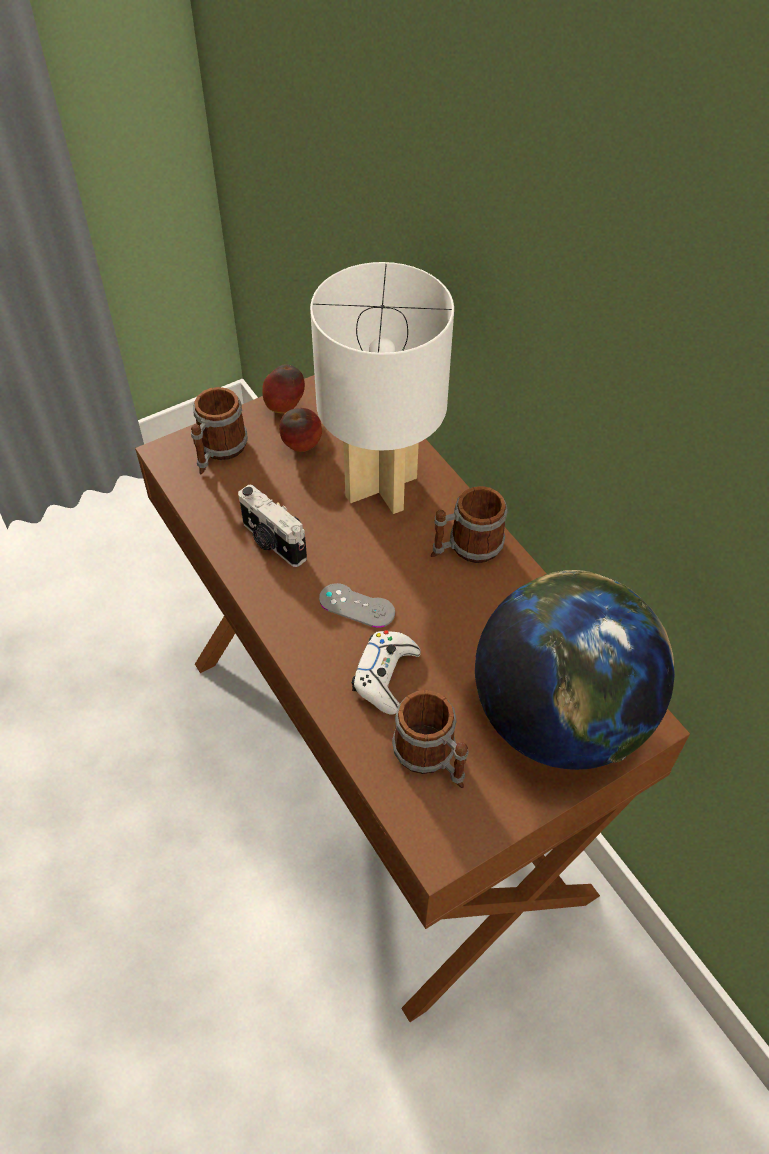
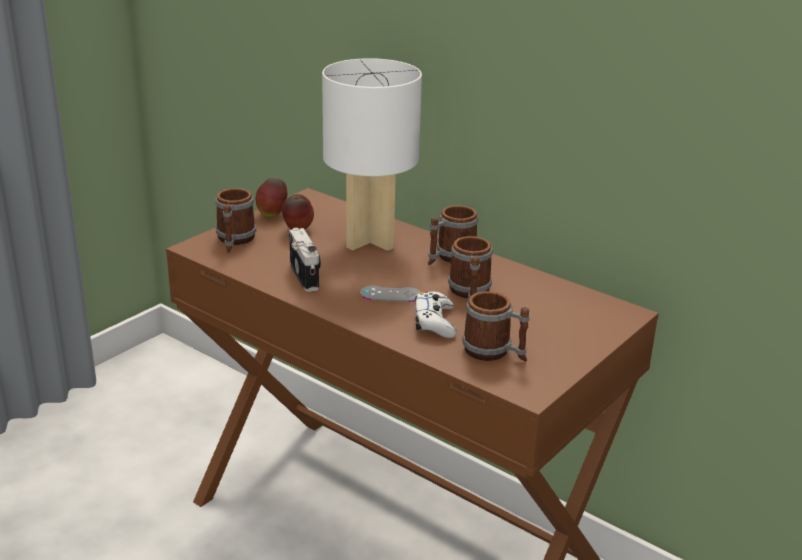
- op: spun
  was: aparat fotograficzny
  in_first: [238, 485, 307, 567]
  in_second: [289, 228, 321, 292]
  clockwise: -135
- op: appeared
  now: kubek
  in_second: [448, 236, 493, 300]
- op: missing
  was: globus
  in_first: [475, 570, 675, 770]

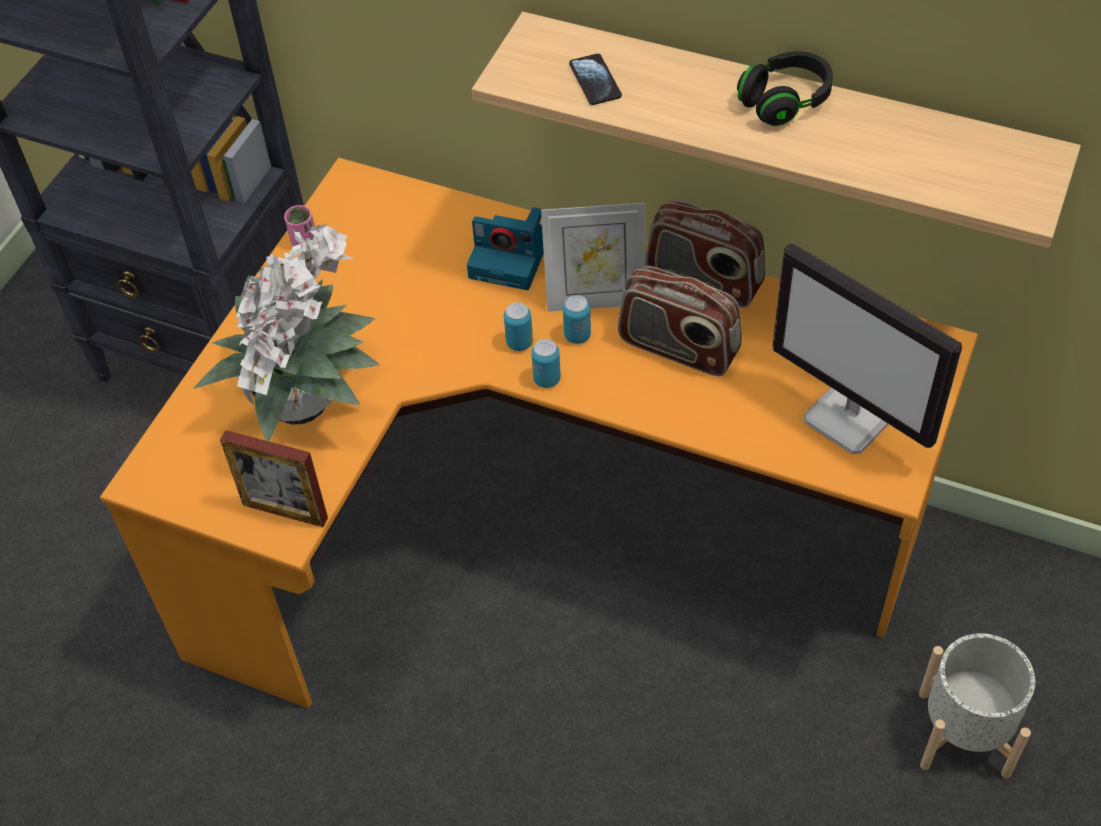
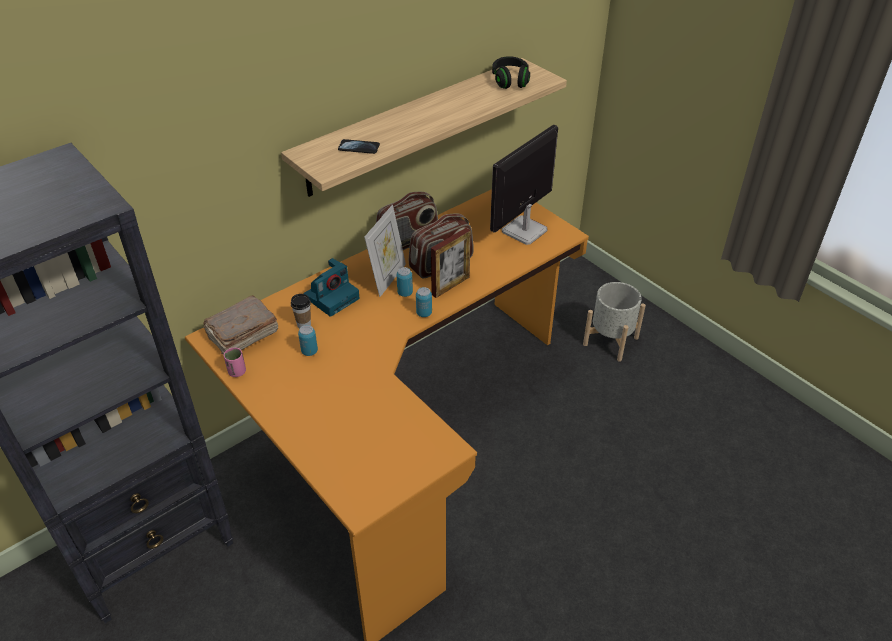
- op: appeared
  now: książka/brązowy
  in_second: [203, 295, 278, 355]
- op: appeared
  now: filiżanka
  in_second: [291, 294, 311, 329]
- op: relocated
  was: puszka
  in_first: [504, 302, 533, 351]
  in_second: [298, 325, 318, 356]
- op: relocated
  was: ramka na zdjęcie
  in_first: [220, 430, 328, 527]
  in_second: [431, 228, 471, 298]
- op: spun
  was: monitor
  in_first: [772, 243, 962, 454]
  in_second: [490, 125, 558, 245]
  clockwise: 150
- op: relocated
  was: słuchawki/czarny
  in_first: [737, 51, 833, 126]
  in_second: [492, 56, 530, 89]
- op: missing
  was: roślina doniczkowa
  in_first: [193, 224, 380, 441]

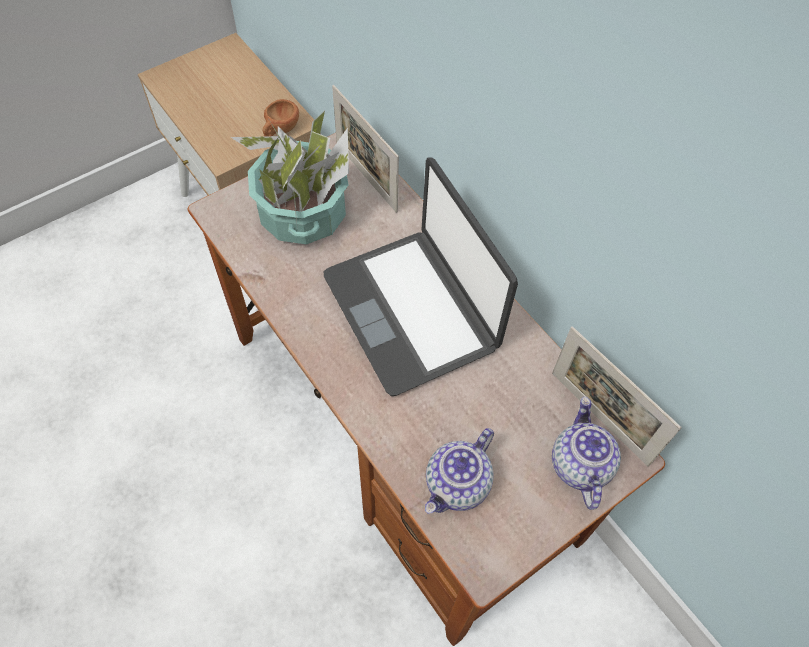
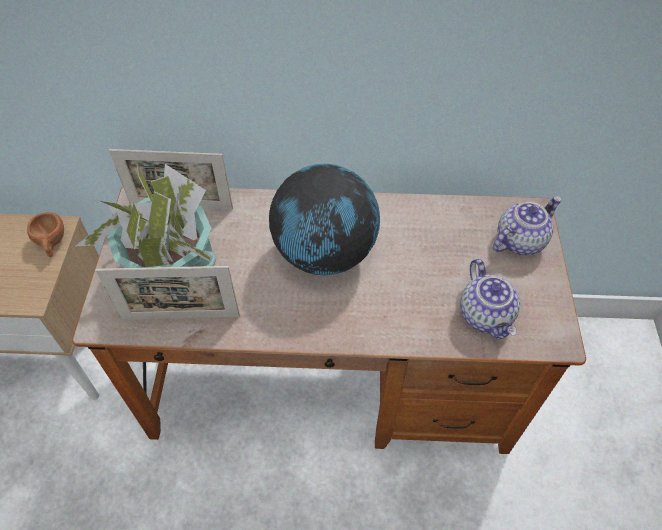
- op: relocated
  was: ramka na zdjęcie
  in_first: [552, 326, 682, 467]
  in_second: [95, 266, 240, 320]
- op: exchanged
  was: laptop
  now: globus
  in_first: [324, 157, 518, 396]
  in_second: [269, 164, 380, 275]
- op: spun
  was: imbryk
  in_first: [552, 397, 621, 510]
  in_second: [493, 196, 562, 255]
  clockwise: 105

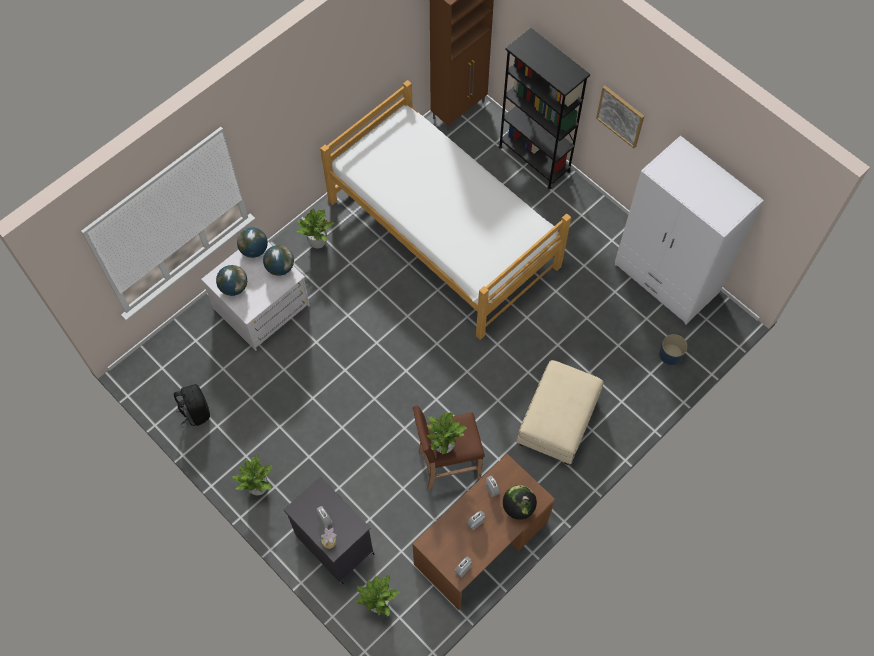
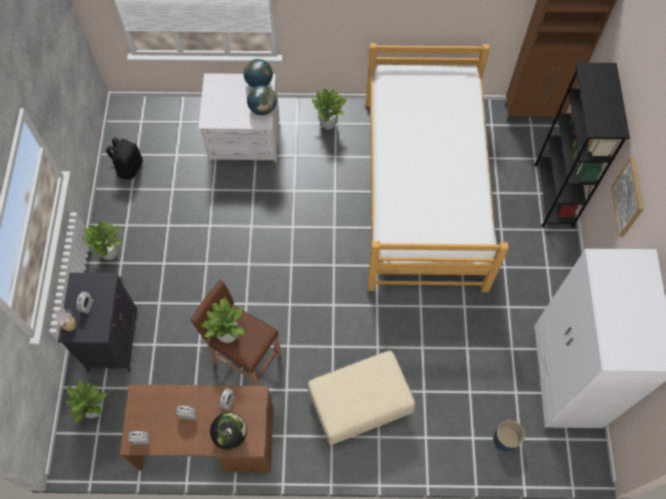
- op: missing
  was: globus
  in_first: [216, 265, 247, 296]

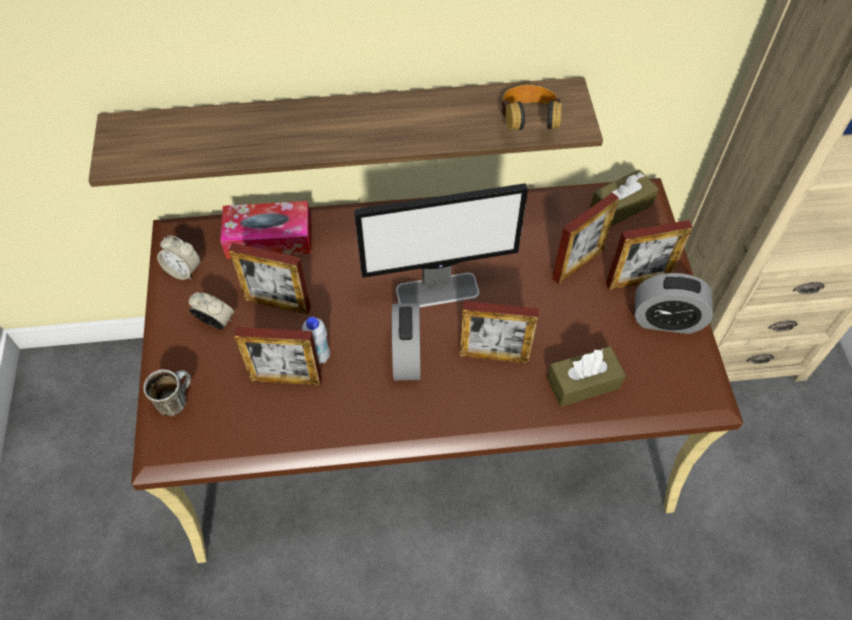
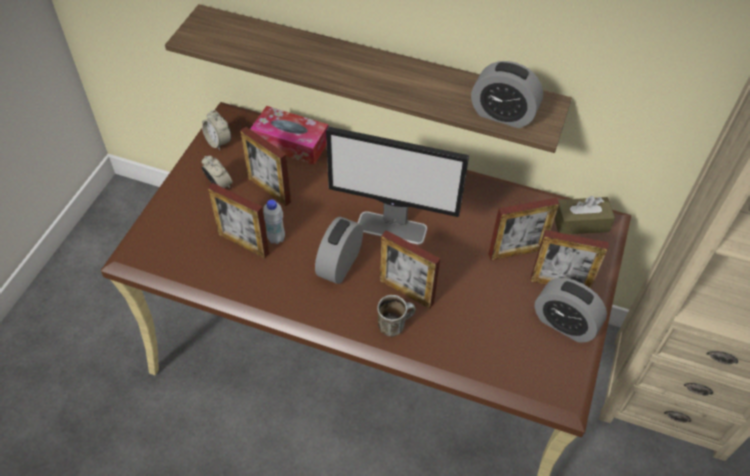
- op: relocated
  was: kubek
  in_first: [143, 369, 191, 416]
  in_second: [377, 295, 416, 336]
- op: exchanged
  was: słuchawki
  now: budzik
  in_first: [501, 85, 562, 130]
  in_second: [471, 61, 543, 128]
- op: missing
  was: pudełko chusteczek/brązowy
  in_first: [547, 346, 626, 407]

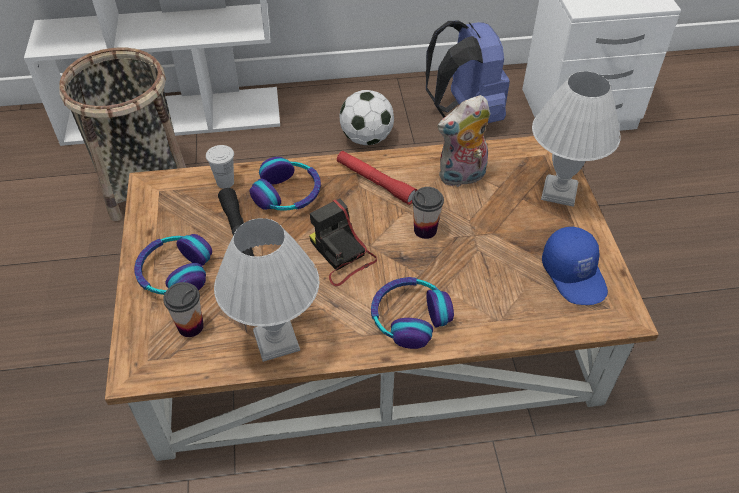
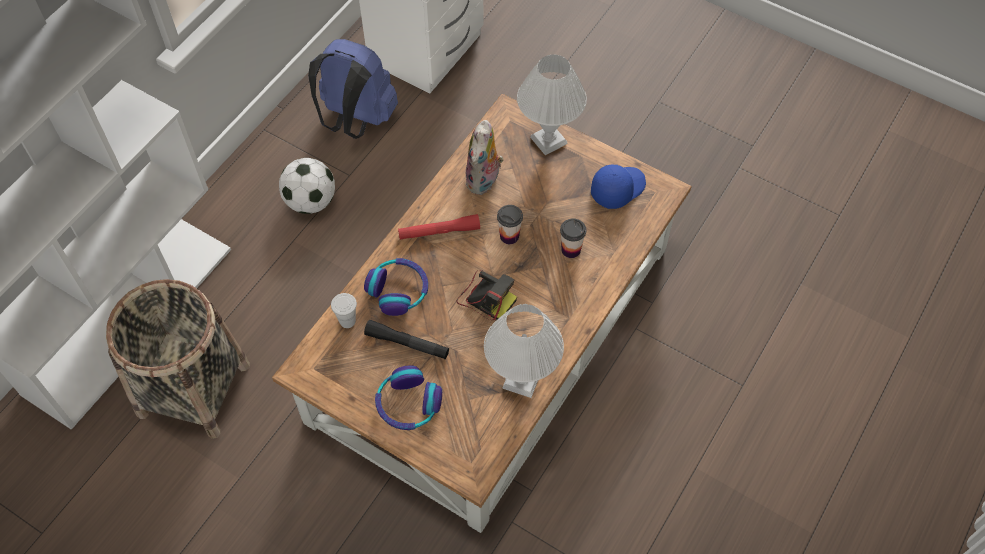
- op: spun
  was: aparat fotograficzny
  in_first: [309, 198, 377, 286]
  in_second: [457, 270, 517, 320]
  clockwise: -150
- op: relocated
  was: filiżanka
  in_first: [163, 282, 204, 337]
  in_second: [560, 218, 586, 258]
- op: spun
  was: czapka z daszkiem/niebieski
  in_first: [542, 226, 608, 305]
  in_second: [591, 164, 646, 209]
  clockwise: -60
- op: missing
  was: słuchawki
  in_first: [371, 277, 454, 349]

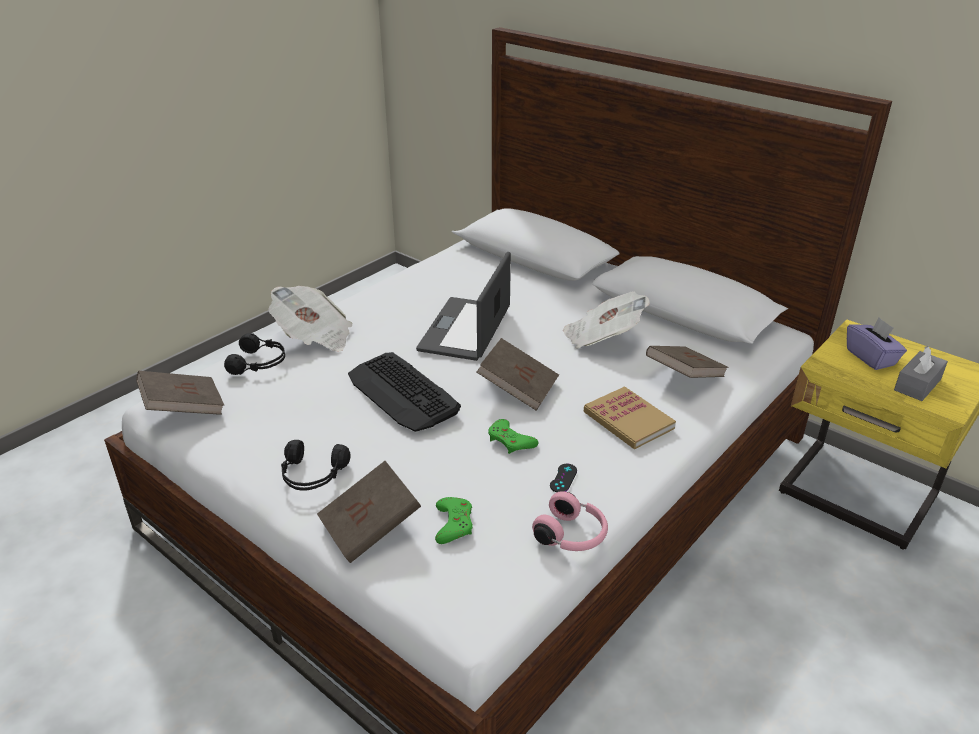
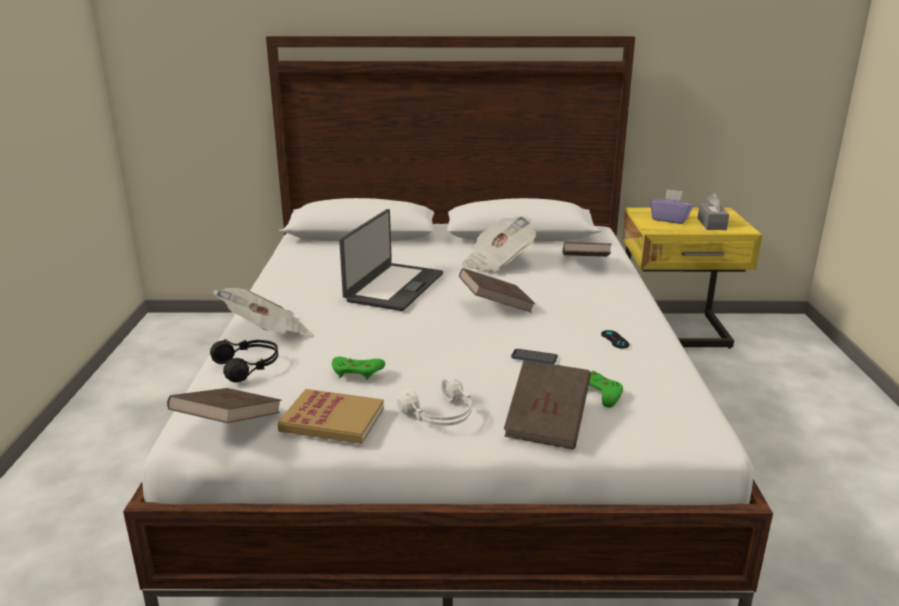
- op: relocated
  was: książka
  in_first: [584, 386, 676, 450]
  in_second: [278, 389, 384, 444]
- op: relocated
  was: pad do gier/zielony
  in_first: [488, 419, 539, 454]
  in_second: [332, 357, 385, 380]
- op: spun
  was: laptop
  in_first: [416, 252, 511, 361]
  in_second: [339, 209, 443, 311]
  clockwise: -135
- op: colour
  was: słuchawki/czarny
  now: słuchawki/biały
  in_first: [281, 440, 351, 491]
  in_second: [397, 377, 472, 426]
- op: appeared
  now: telefon
  in_second: [511, 349, 558, 364]
- op: missing
  was: klawiatura
  in_first: [348, 352, 461, 432]
- op: missing
  was: słuchawki/różowy
  in_first: [532, 491, 608, 551]

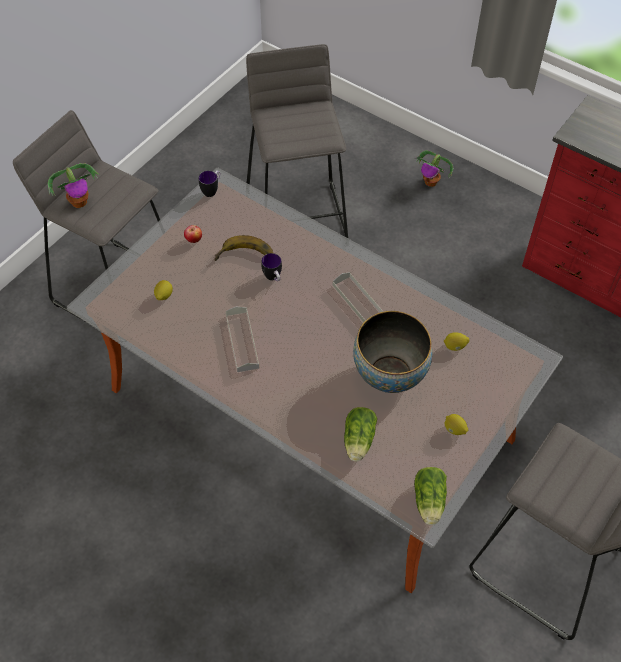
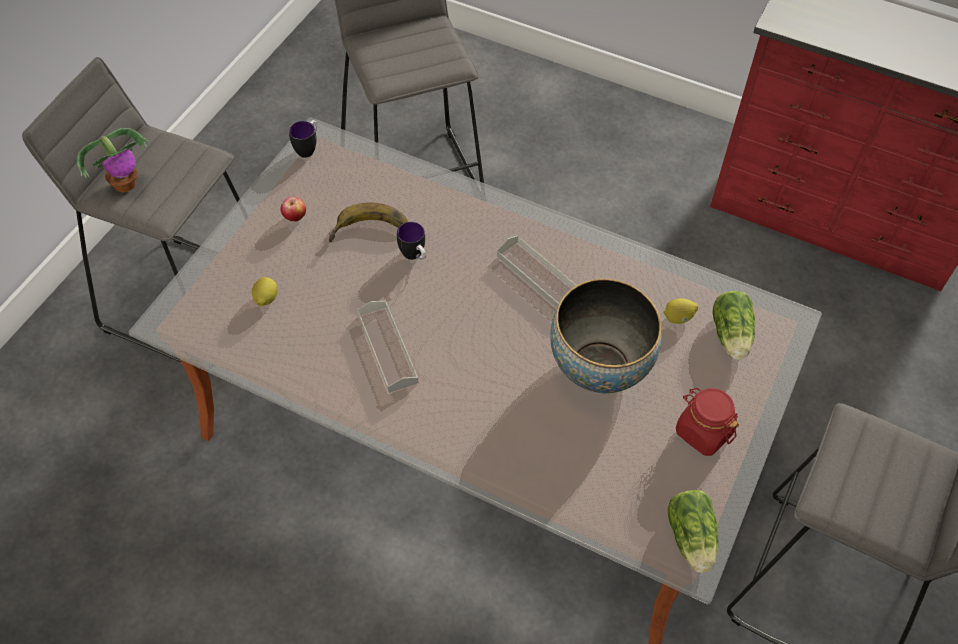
- op: exchanged
  was: cytryna
  now: słoik/czerwony
  in_first: [445, 414, 468, 435]
  in_second: [676, 388, 739, 456]
- op: relocated
  was: sałata
  in_first: [344, 407, 377, 461]
  in_second: [713, 291, 755, 360]
- op: missing
  was: roślina doniczkowa
  in_first: [414, 150, 453, 187]

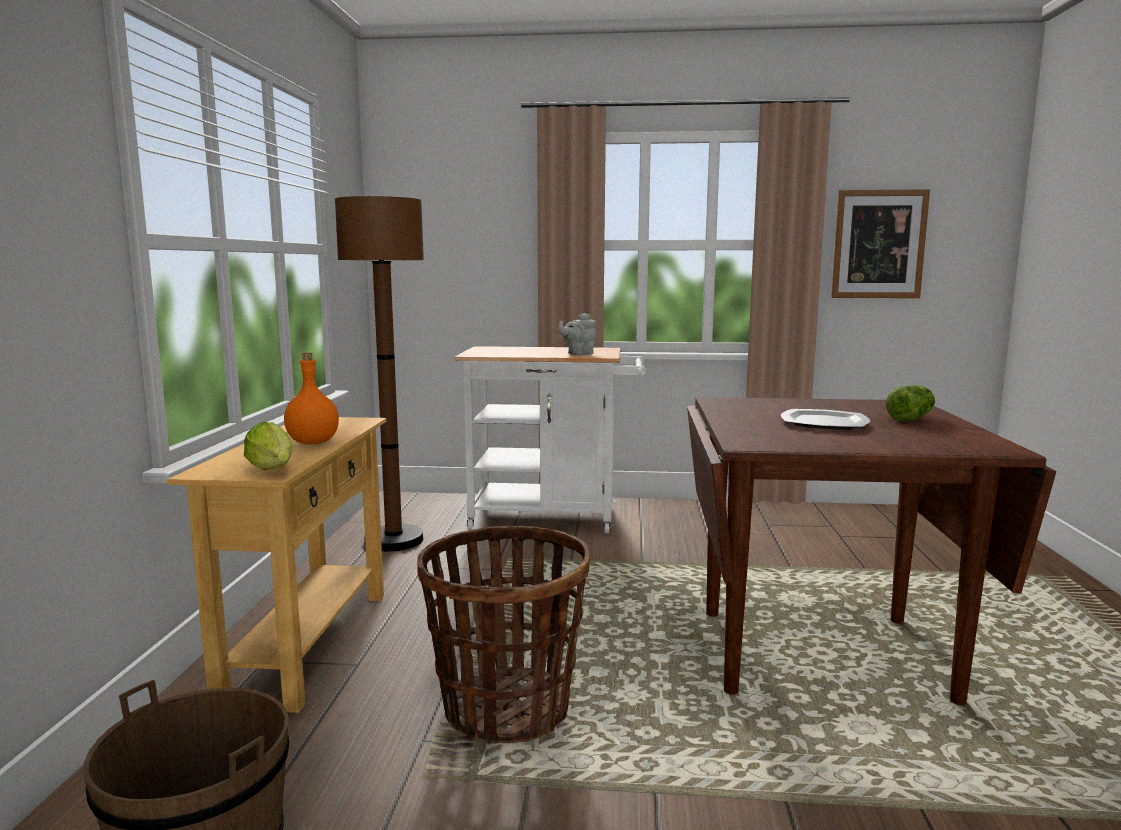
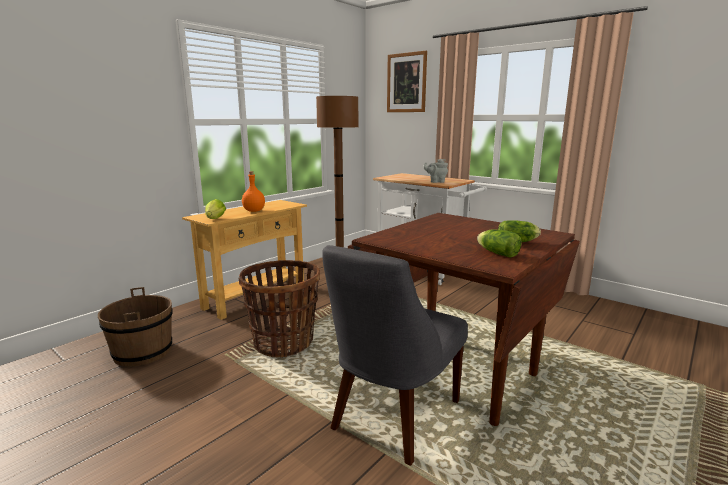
- op: appeared
  now: krzesło/szary
  in_second: [322, 245, 468, 466]
- op: relocated
  was: obraz
  in_first: [831, 189, 930, 298]
  in_second: [387, 51, 427, 112]
- op: appeared
  now: sałata
  in_second: [477, 229, 522, 258]
- op: missing
  was: talerz
  in_first: [781, 409, 870, 430]

